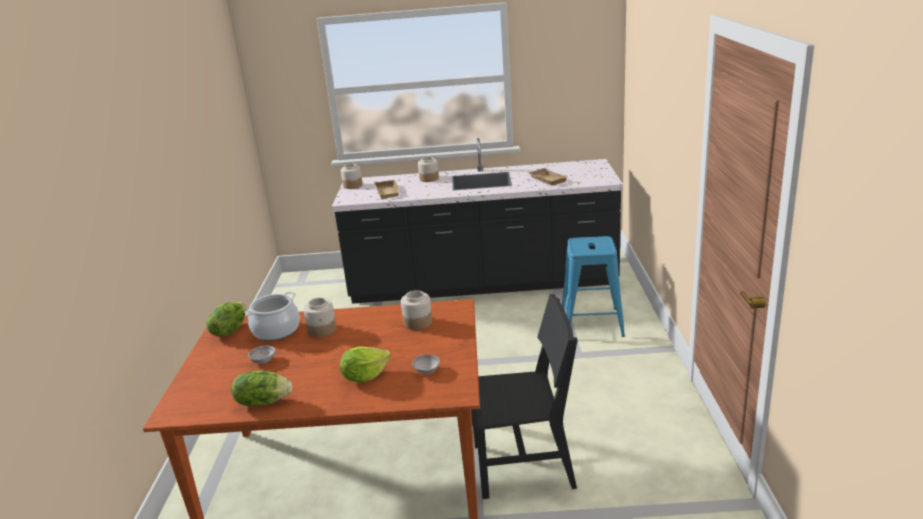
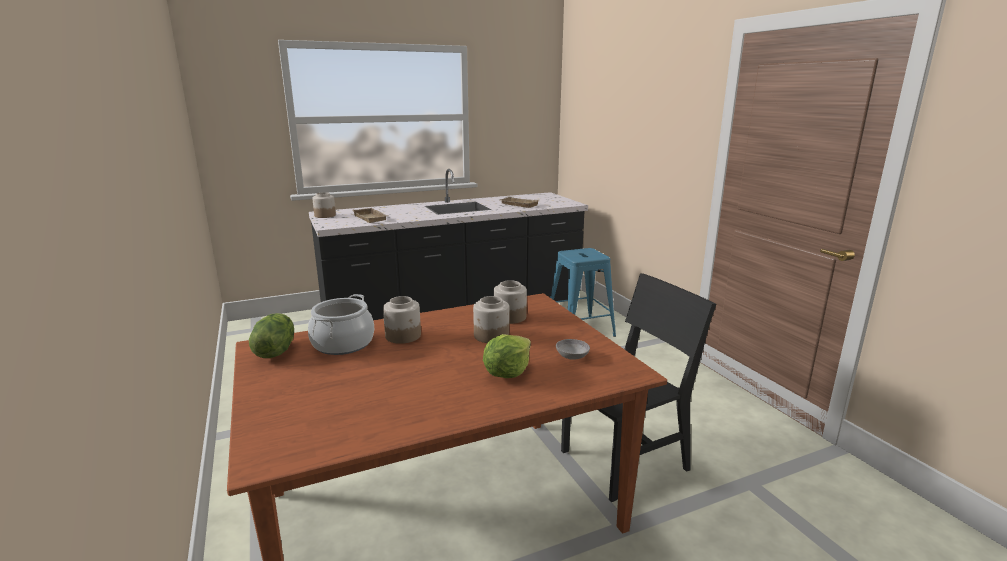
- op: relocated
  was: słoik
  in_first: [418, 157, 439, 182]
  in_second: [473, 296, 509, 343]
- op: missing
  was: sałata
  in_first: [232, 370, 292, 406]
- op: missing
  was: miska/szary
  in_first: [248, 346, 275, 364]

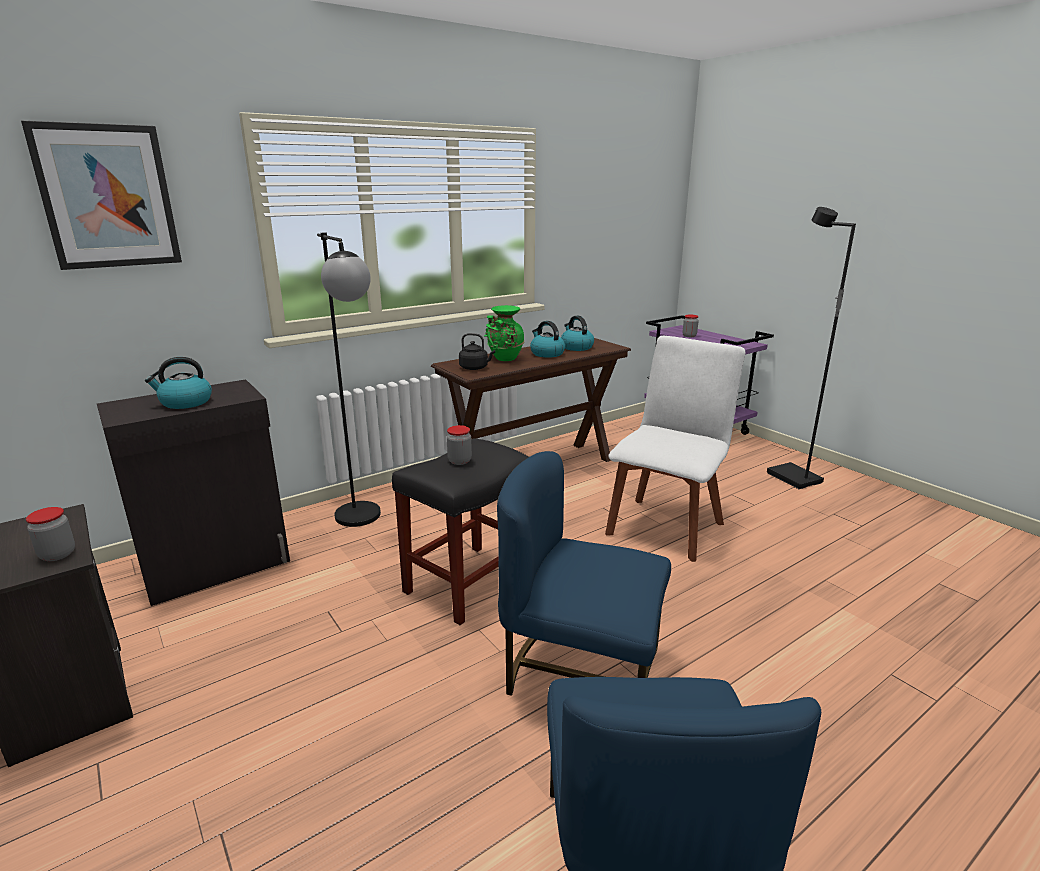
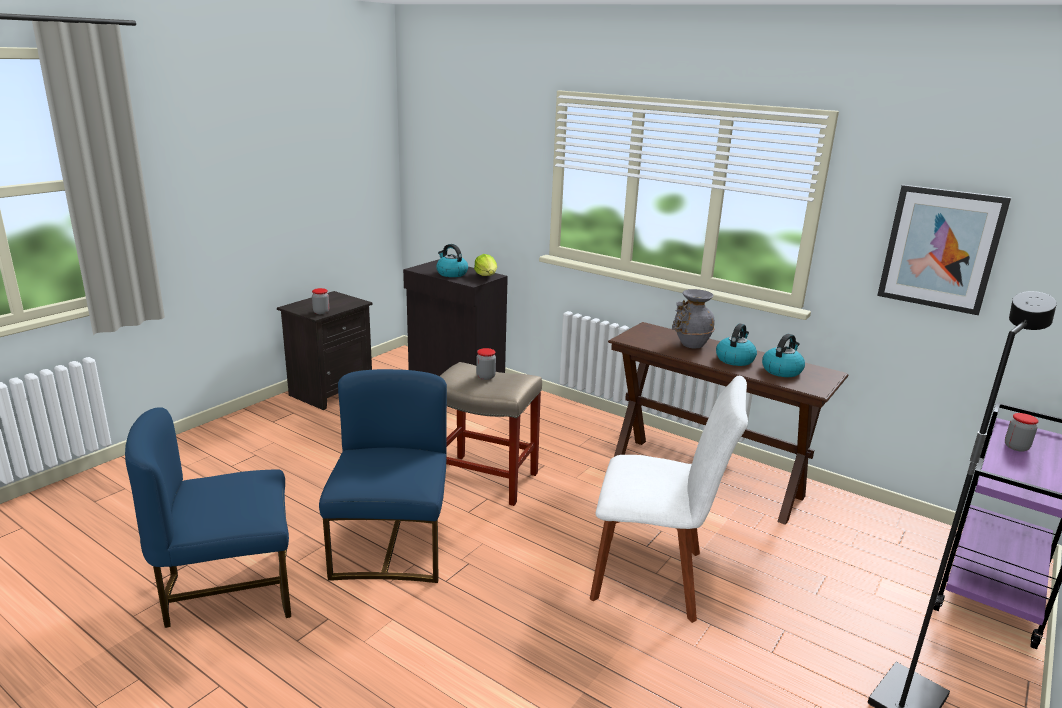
- op: colour
  was: stołek/czarny
  now: stołek/beżowy
  in_first: [392, 438, 529, 625]
  in_second: [440, 362, 542, 506]
- op: appeared
  now: sałata
  in_second: [474, 254, 497, 276]
- op: colour
  was: wazon/zielony
  now: wazon/szary
  in_first: [484, 305, 525, 361]
  in_second: [672, 289, 715, 349]
- op: relocated
  was: obraz
  in_first: [21, 121, 182, 270]
  in_second: [877, 185, 1011, 315]
- op: missing
  was: lampa stojąca/czarny
  in_first: [317, 233, 381, 527]
- op: missing
  was: czajnik/czarny
  in_first: [459, 333, 495, 370]

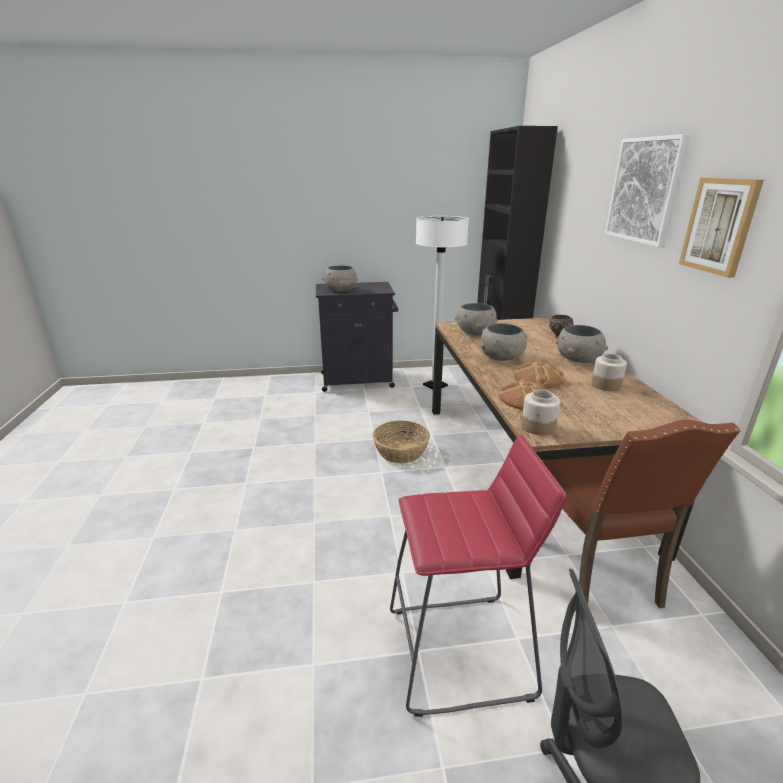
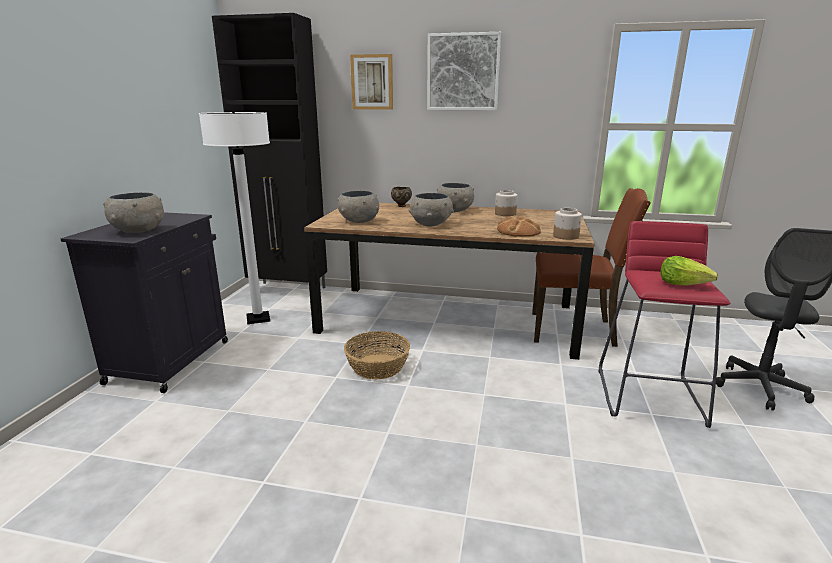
- op: relocated
  was: obraz
  in_first: [679, 178, 764, 278]
  in_second: [350, 54, 393, 110]
- op: appeared
  now: sałata
  in_second: [661, 256, 718, 286]
- op: missing
  was: chleb
  in_first: [514, 359, 564, 388]

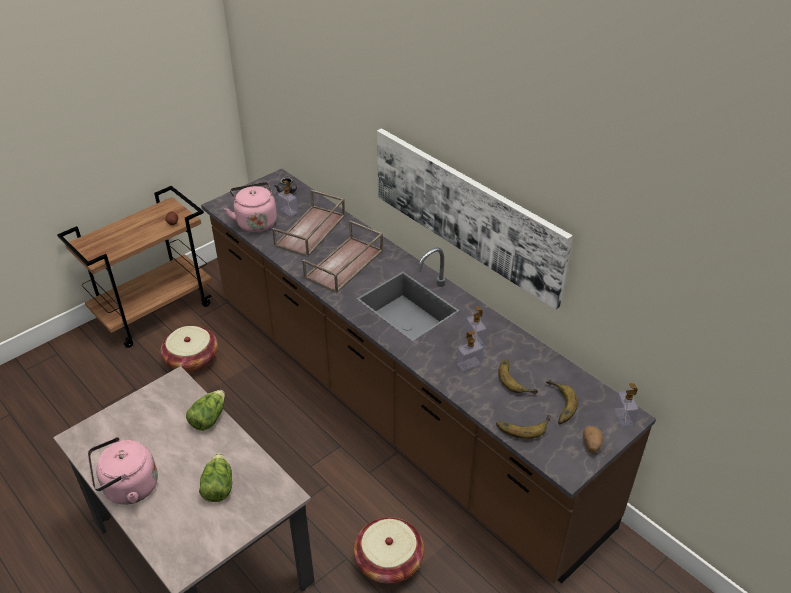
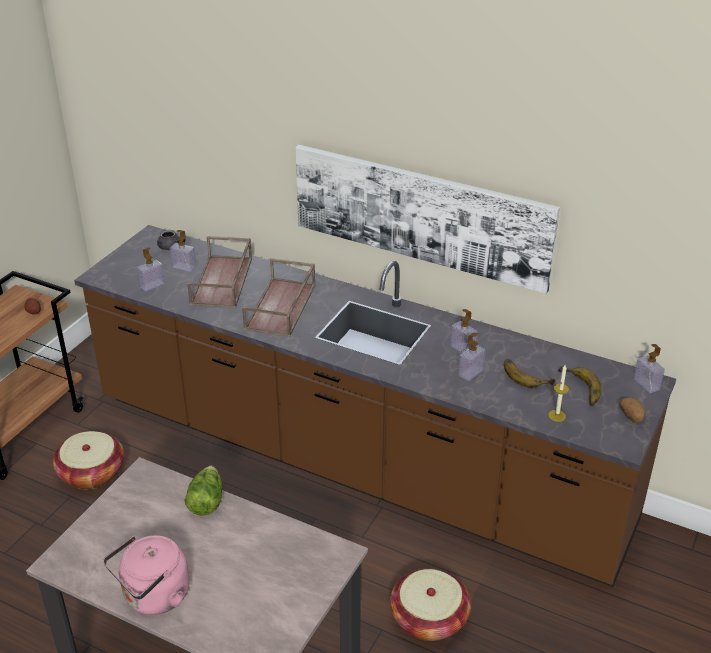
- op: exchanged
  was: czajnik/różowy
  now: dozownik mydła
  in_first: [224, 182, 277, 233]
  in_second: [137, 247, 165, 291]
- op: exchanged
  was: banan
  now: świeca
  in_first: [496, 415, 551, 439]
  in_second: [548, 365, 569, 422]
- op: missing
  was: sałata
  in_first: [199, 453, 232, 502]

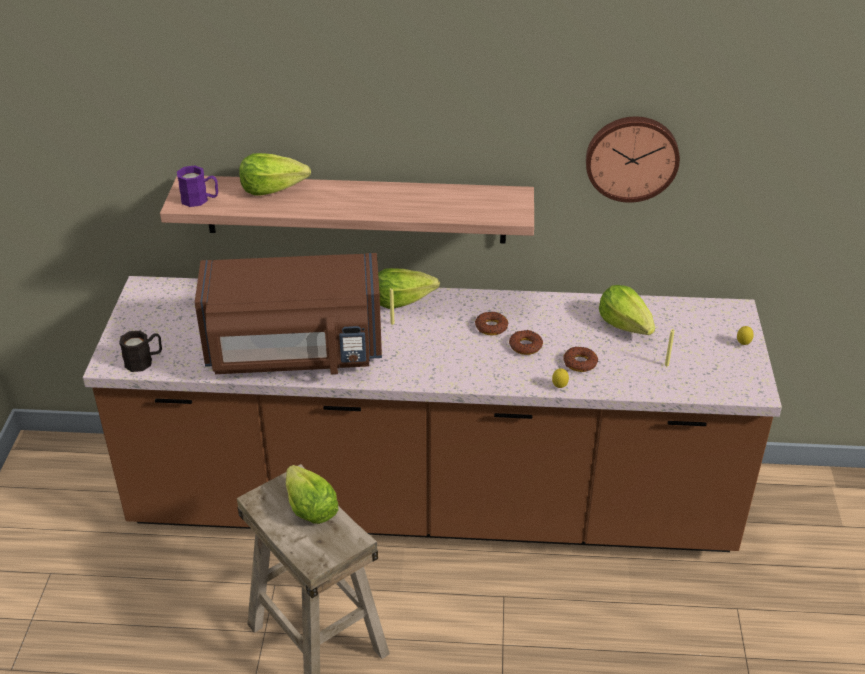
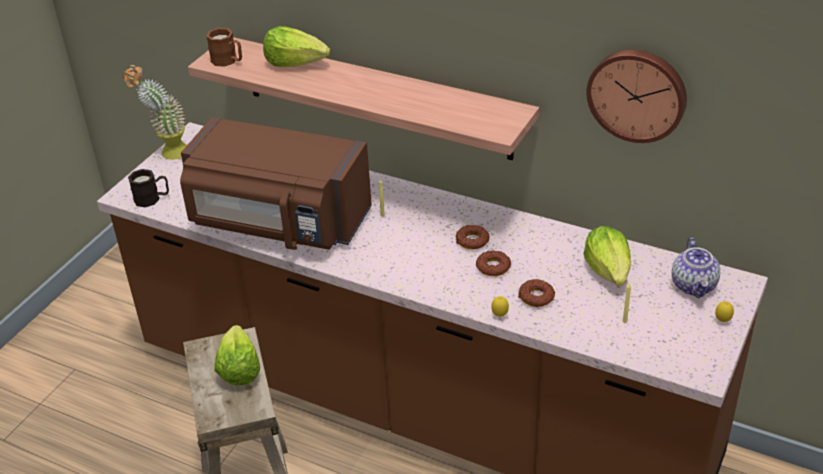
- op: appeared
  now: roślina doniczkowa
  in_second: [123, 65, 187, 160]
- op: colour
  was: kubek/fioletowy
  now: kubek/brązowy
  in_first: [177, 165, 218, 207]
  in_second: [206, 28, 242, 67]
- op: appeared
  now: imbryk
  in_second: [672, 238, 720, 298]
- op: missing
  was: sałata
  in_first: [378, 268, 440, 309]

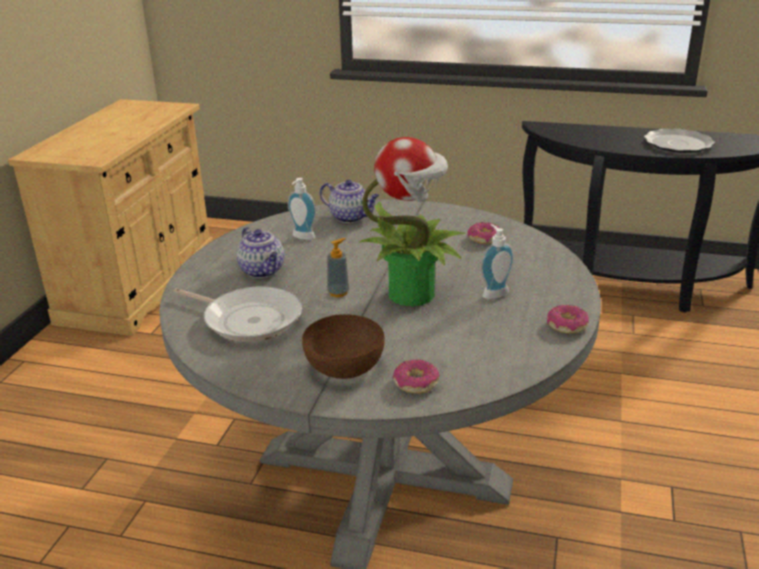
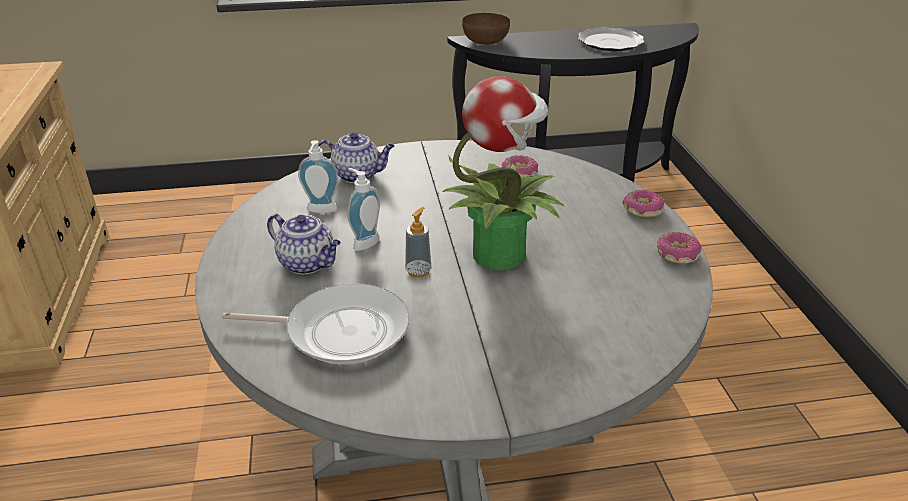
- op: relocated
  was: dozownik mydła
  in_first: [481, 224, 514, 299]
  in_second: [348, 168, 380, 251]
- op: relocated
  was: miska/brązowy
  in_first: [302, 314, 385, 379]
  in_second: [462, 13, 510, 45]
- op: relocated
  was: donut
  in_first: [392, 359, 440, 394]
  in_second: [622, 190, 665, 217]

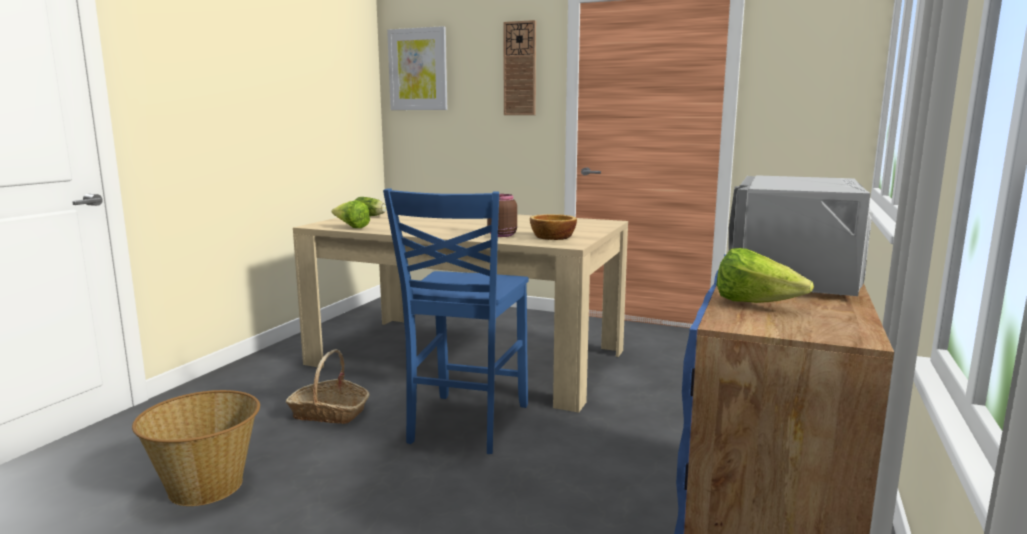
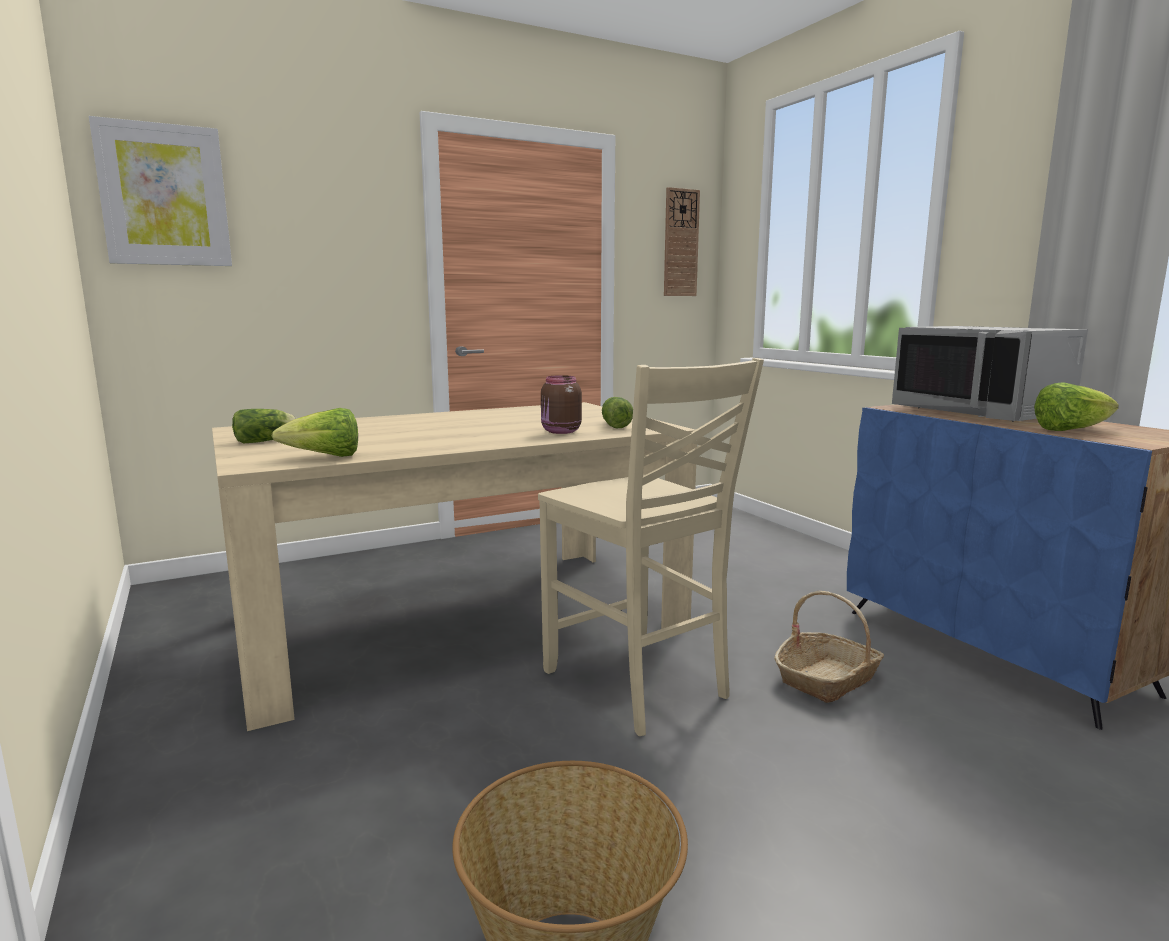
- op: colour
  was: krzesło/niebieski
  now: krzesło/beżowy
  in_first: [383, 188, 529, 454]
  in_second: [538, 358, 764, 736]
- op: exchanged
  was: miska
  now: sałata
  in_first: [530, 214, 577, 240]
  in_second: [602, 397, 633, 428]
- op: relocated
  was: zegar ścienny
  in_first: [503, 20, 536, 115]
  in_second: [664, 187, 700, 296]
- op: relocated
  was: koszyk
  in_first: [286, 349, 370, 424]
  in_second: [774, 591, 884, 703]

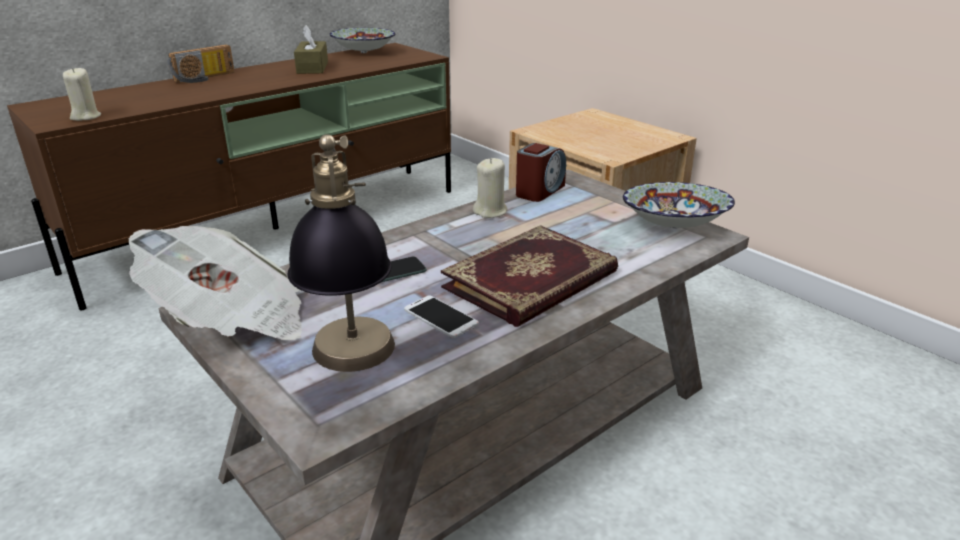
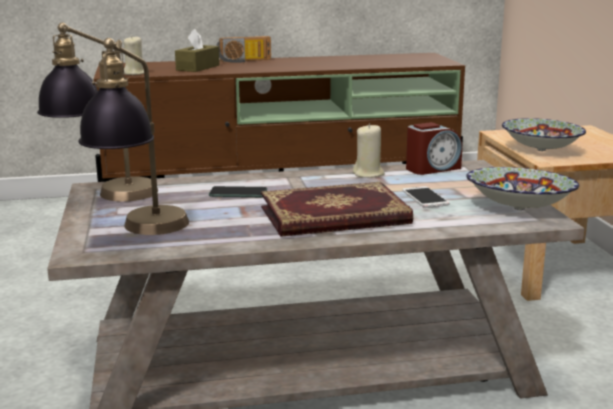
- op: exchanged
  was: gazeta
  now: lampa stołowa
  in_first: [129, 226, 302, 340]
  in_second: [37, 23, 158, 202]
- op: relocated
  was: pudełko chusteczek/brązowy
  in_first: [294, 25, 328, 74]
  in_second: [175, 29, 220, 72]
- op: relocated
  was: telefon
  in_first: [404, 295, 479, 338]
  in_second: [402, 186, 449, 208]
- op: relocated
  was: miska
  in_first: [330, 28, 395, 53]
  in_second: [502, 118, 586, 151]

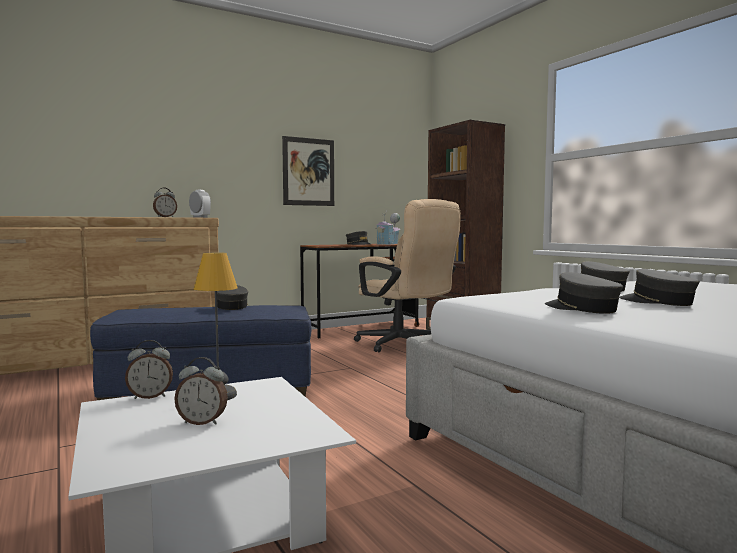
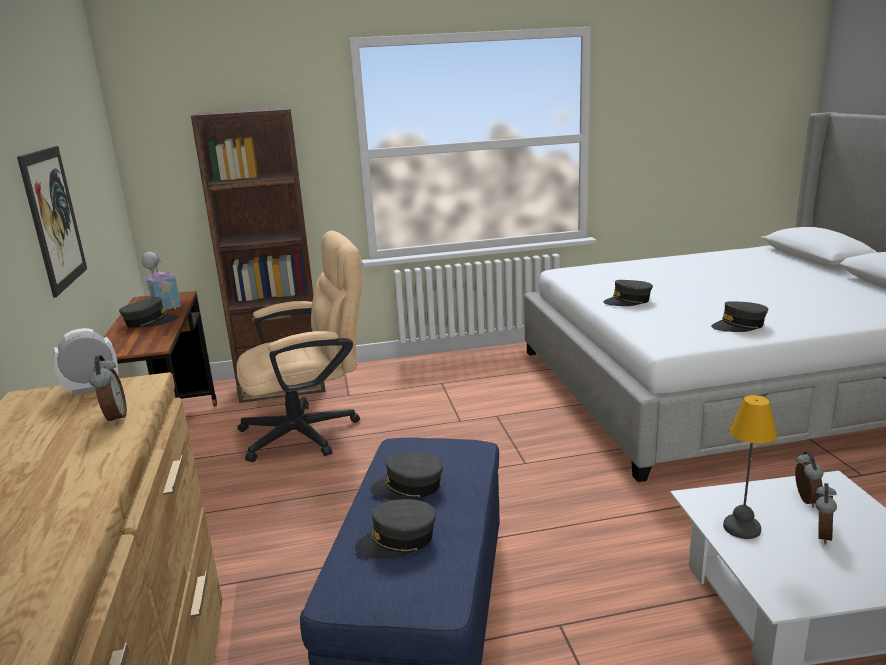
- op: relocated
  was: czapka z daszkiem/szary
  in_first: [619, 269, 700, 306]
  in_second: [355, 499, 436, 559]
- op: relocated
  was: budzik
  in_first: [125, 340, 173, 399]
  in_second: [795, 452, 823, 508]

